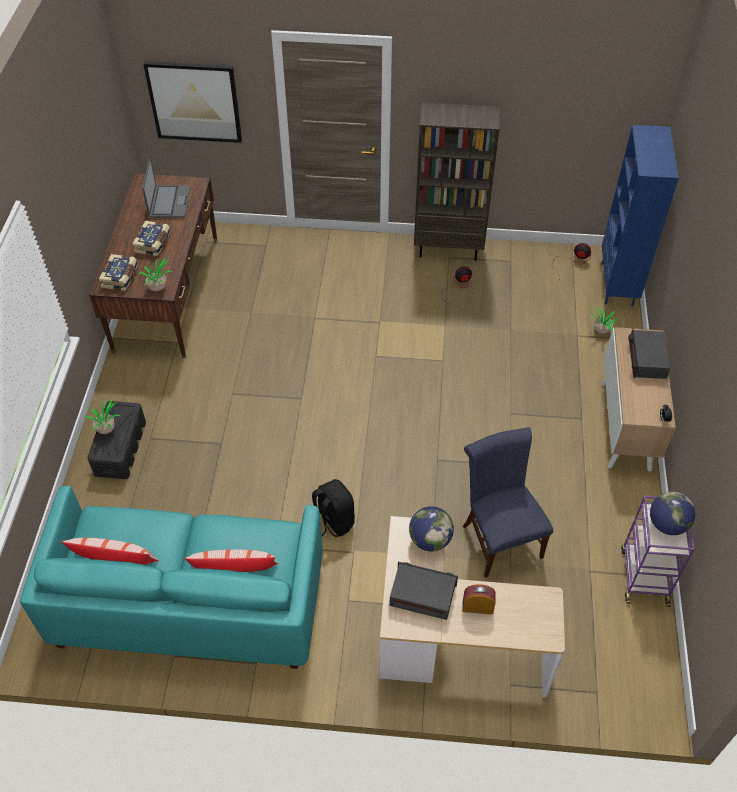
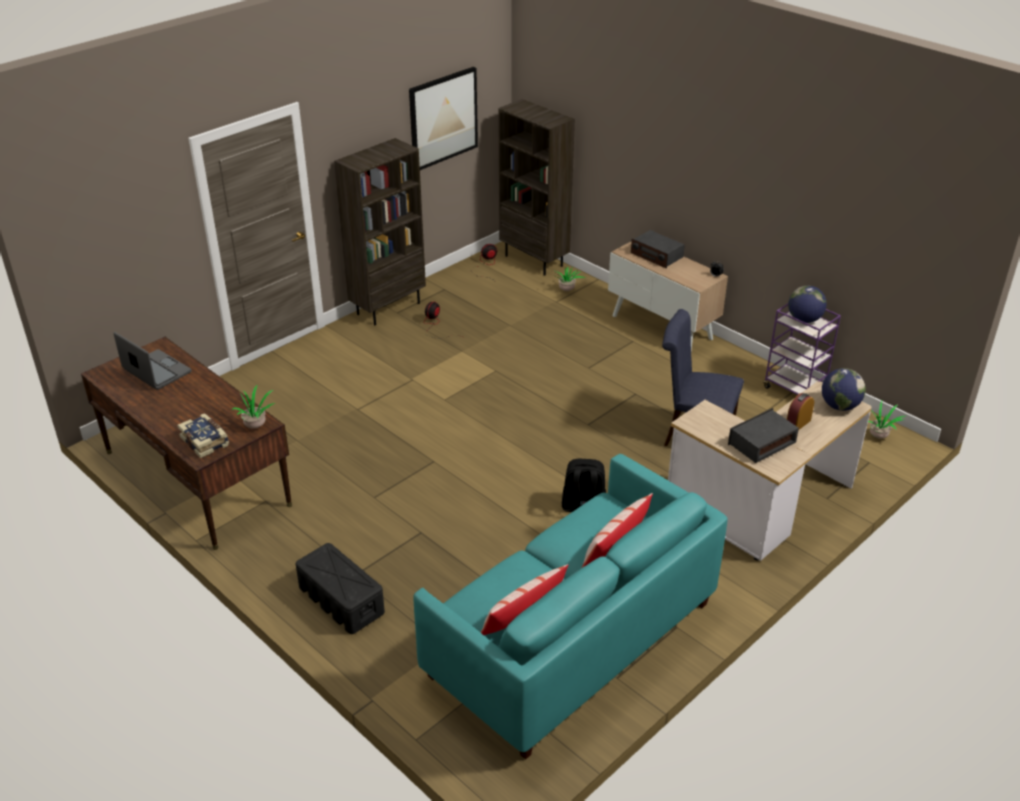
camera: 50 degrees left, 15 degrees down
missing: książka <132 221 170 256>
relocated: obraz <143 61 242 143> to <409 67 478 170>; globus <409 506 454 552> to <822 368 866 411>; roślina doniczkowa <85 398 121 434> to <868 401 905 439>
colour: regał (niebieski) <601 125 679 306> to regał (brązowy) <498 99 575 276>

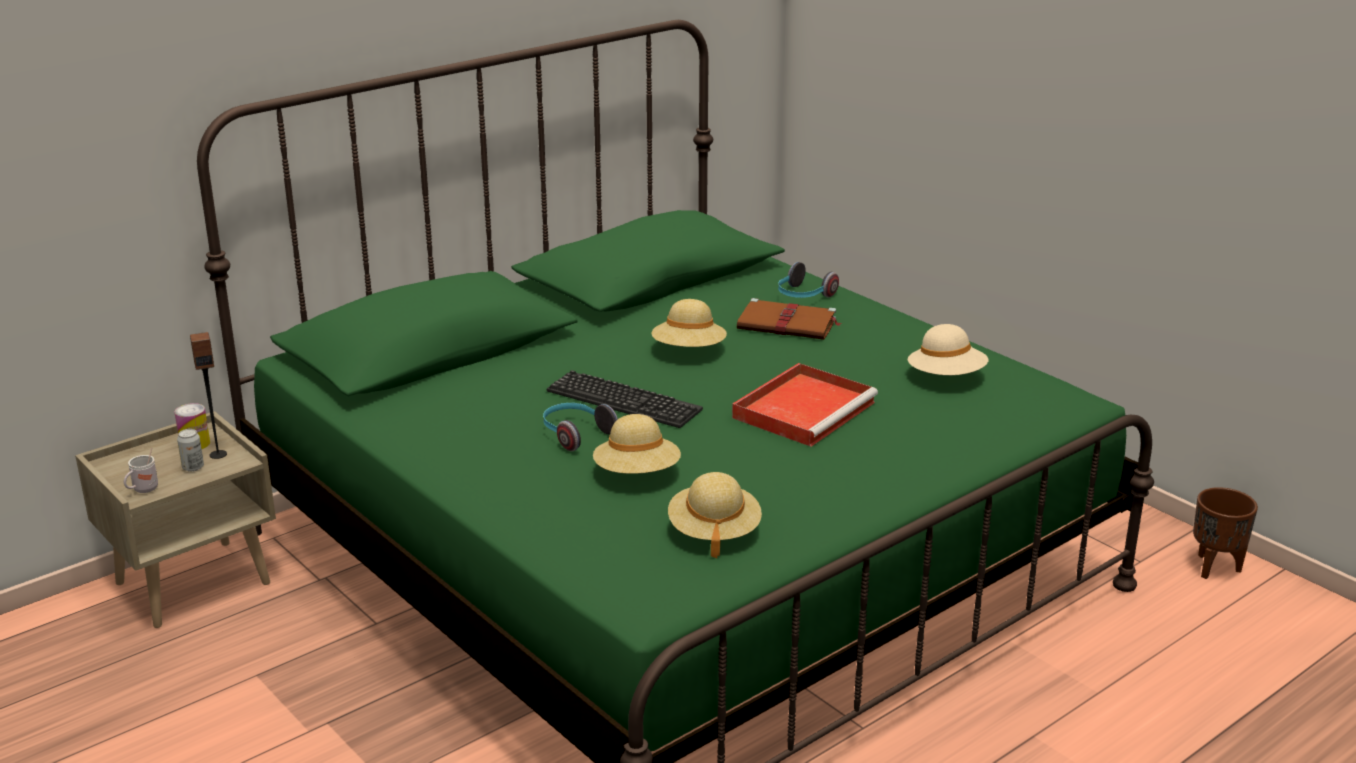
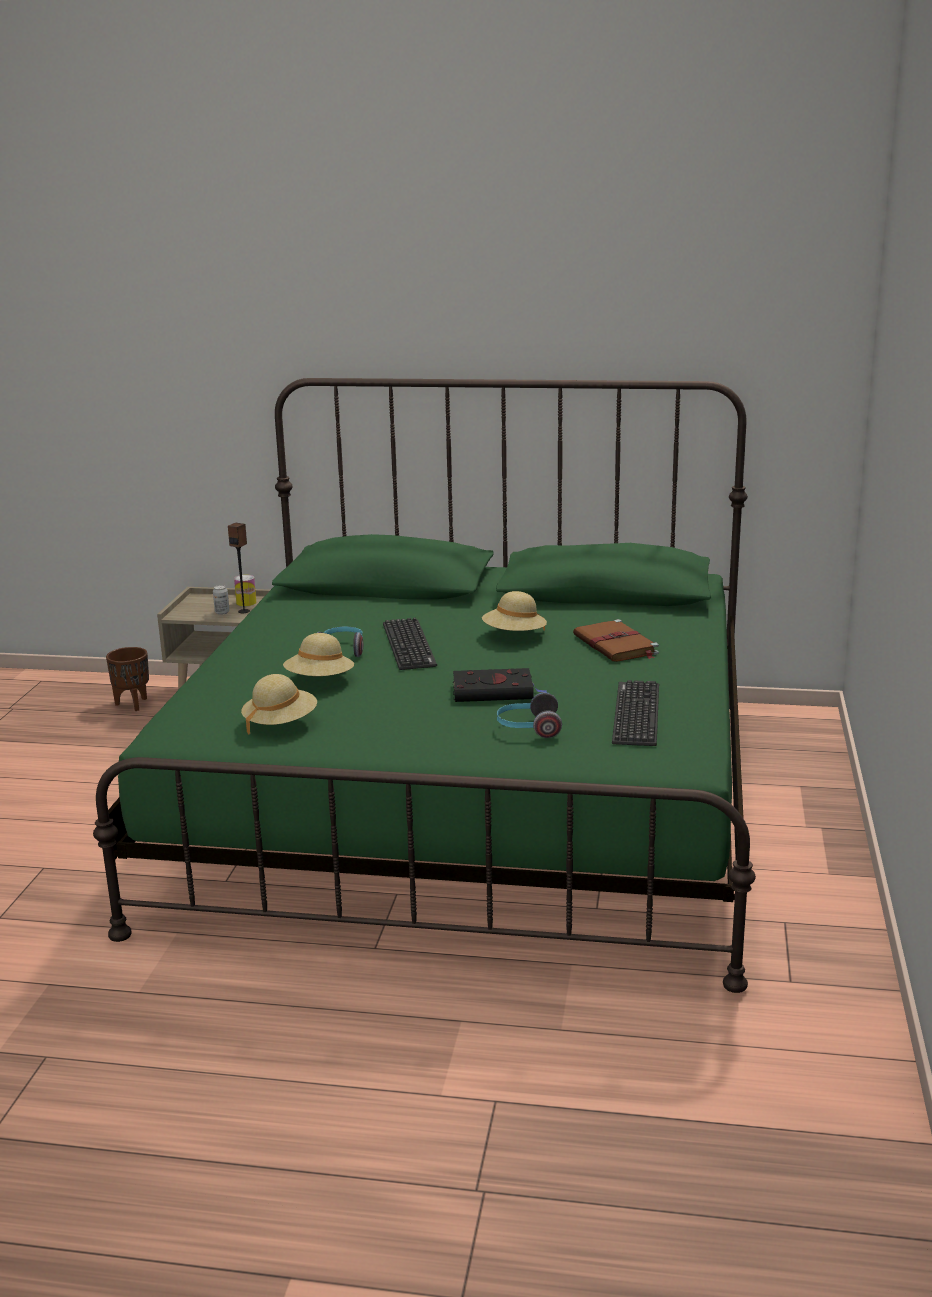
camera: 50 degrees right, 5 degrees down
missing: kubek (biały) <124 448 158 493>
relocated: donica (brązowy) <1193 487 1258 579> to <106 647 149 711>; słuchawki <778 262 839 298> to <497 693 562 738>
exchanged: taca (czerwony) <732 363 878 447> to książka (czarny) <453 668 548 702>; kapelusz (beżowy) <908 324 988 375> to klawiatura <612 680 659 746>

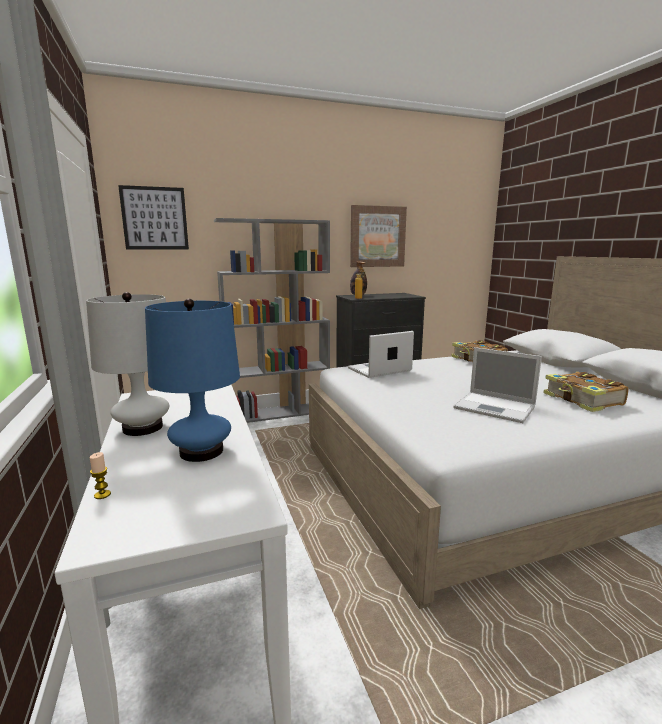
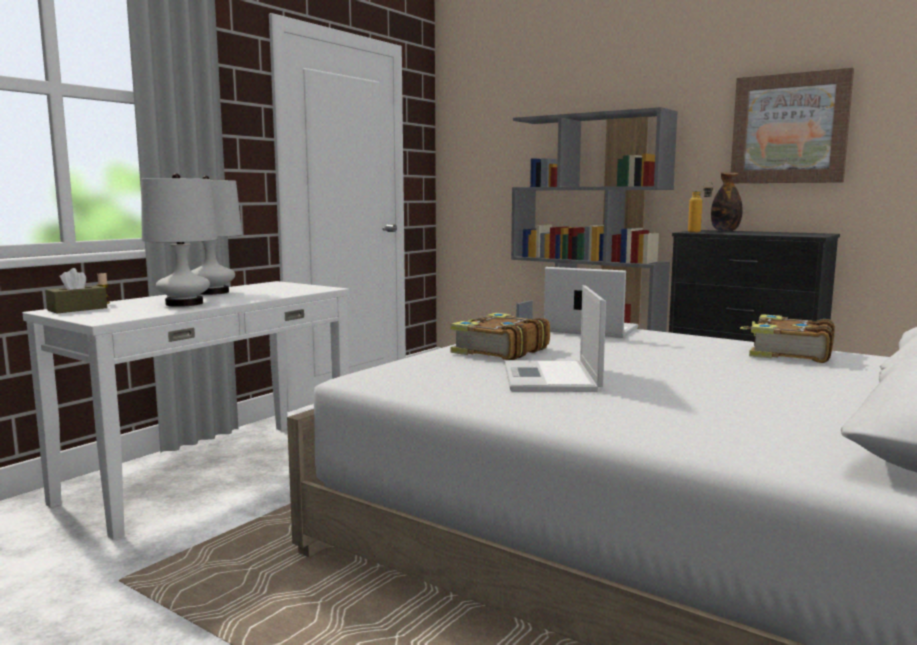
camera: 55 degrees right, 5 degrees down
missing: obraz <118 185 189 250>
appeared: pudełko chusteczek (brązowy) <45 268 107 313>
relocated: książka <543 372 629 412> to <451 313 550 360>
colour: lampa stołowa (niebieski) <145 299 240 462> to lampa stołowa (biały) <141 173 217 307>

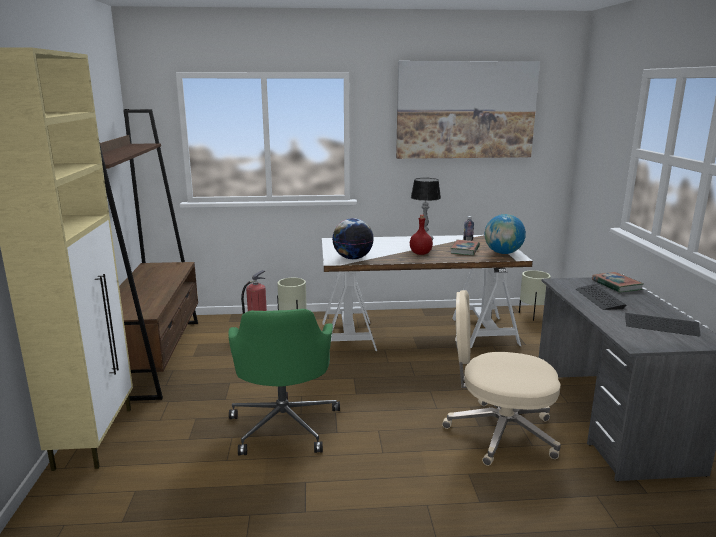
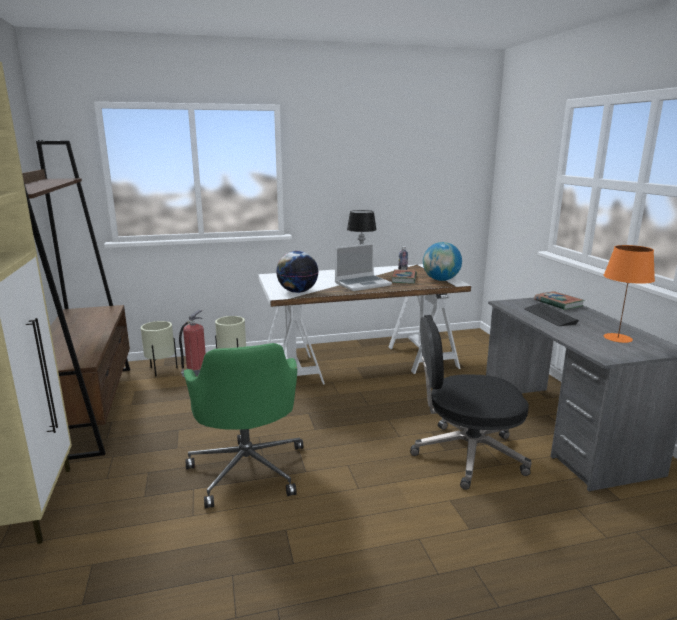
camera: 10 degrees left, 0 degrees up
missing: obraz <396 61 540 159>
relocated: donica (beżowy) <519 270 551 321> to <141 321 178 377>
exchanged: butelka (czerwony) <410 215 433 255> to laptop <335 243 392 291>; klawiatura <625 313 700 336> to lampa stołowa (pomarańczowy) <604 245 655 343>
colour: krzesło biurowe (beżowy) <442 290 561 466> to krzesło biurowe (czarny) <410 315 532 490>

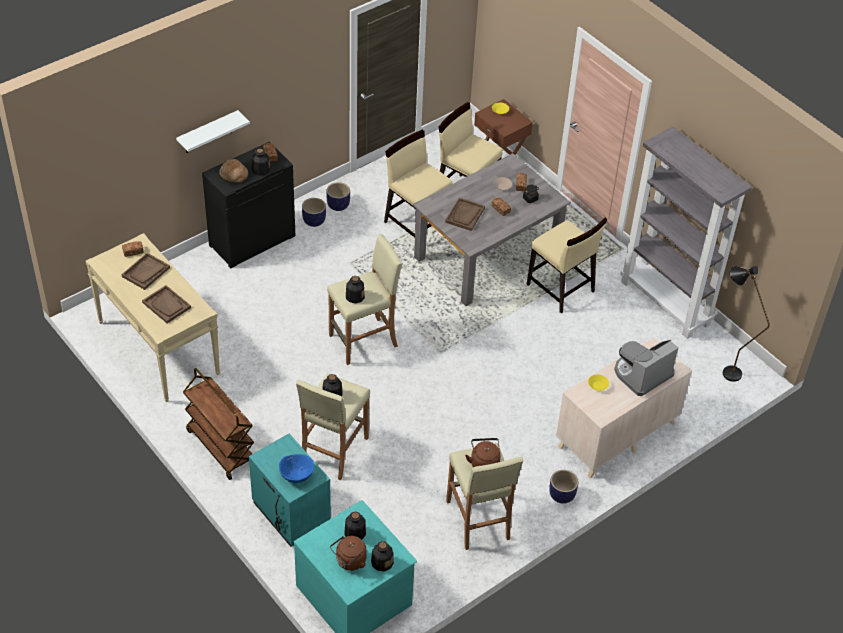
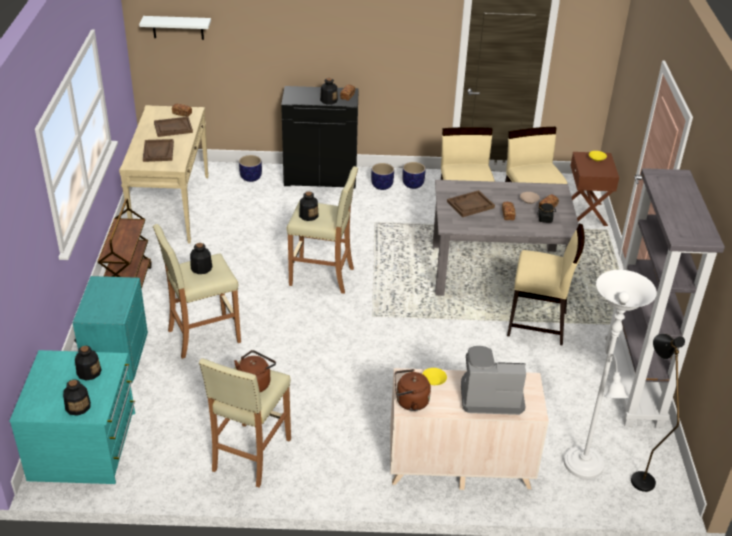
camera: 40 degrees right, 10 degrees down
missing: chleb <219 159 248 183>; miska (niebieski) <279 454 314 483>
appeared: lampa stojąca (biały) <564 270 657 479>
relocated: półka (biały) <176 110 250 153> to <139 16 211 40>; donica <549 470 578 503> to <239 155 262 182>; czajnik (brązowy) <330 536 367 571> to <395 369 431 411>
spun: krzesło (beżowy) <527 218 607 313> = <507 223 585 346> 75 degrees counterclockwise

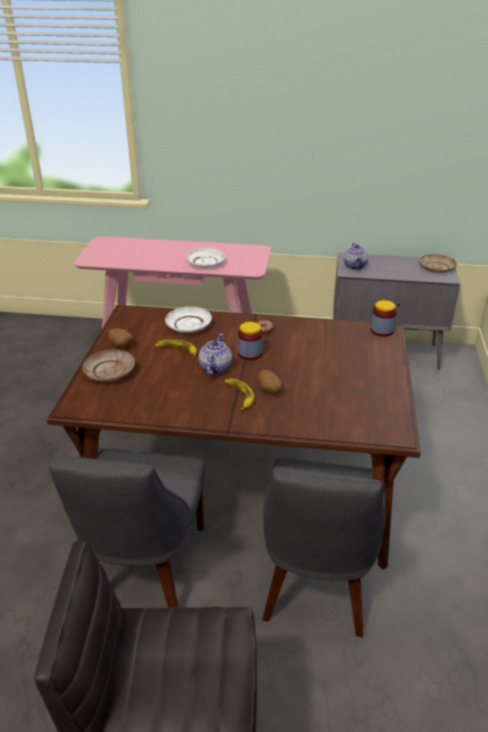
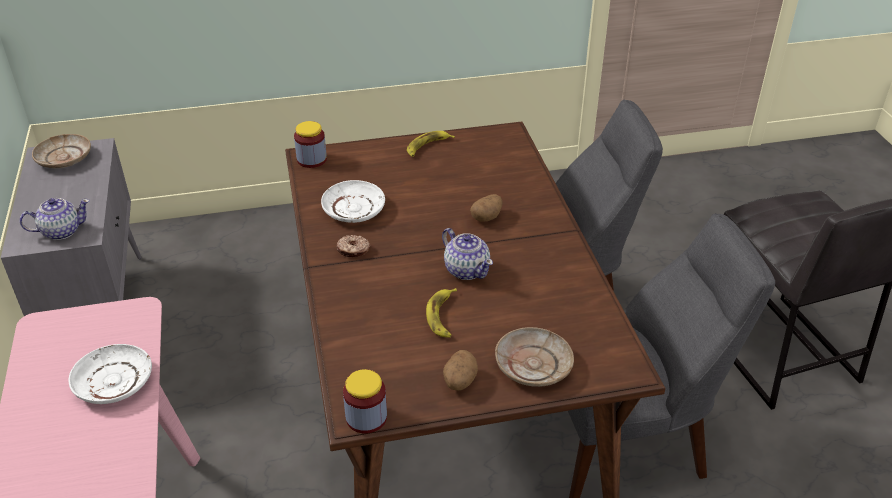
camera: 110 degrees left, 5 degrees up
relocated: talerz (biały) <165 307 212 333> to <321 180 385 223>; słoik <238 322 263 360> to <343 369 387 433>; banan <225 379 255 410> to <407 131 455 157>
spun: imbryk <198 334 232 375> = <442 228 493 280> 120 degrees counterclockwise

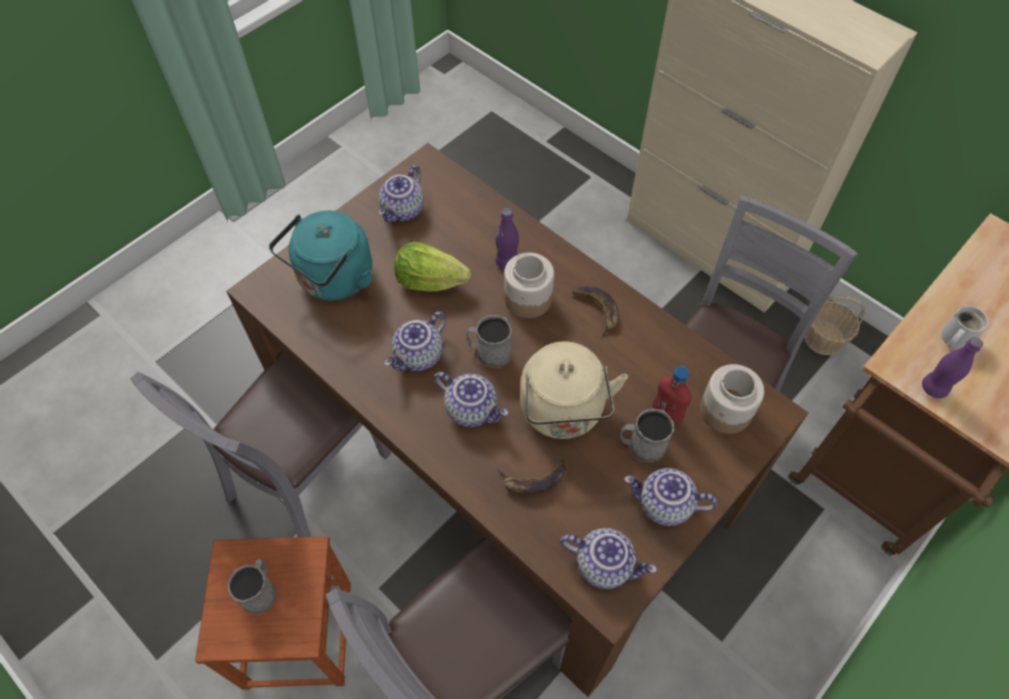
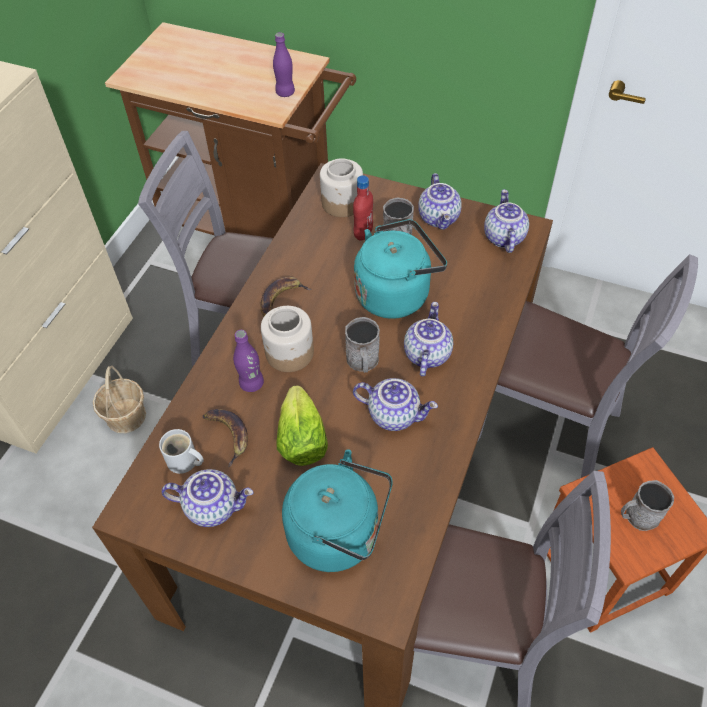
camera: 110 degrees left, 5 degrees down
relocated: koszyk <804 296 865 355> to <93 366 146 433>; kubek (biały) <941 306 989 349> to <159 429 204 474>; banan <497 460 568 494> to <203 409 248 467>
colour: czajnik (beżowy) <520 341 628 439> to czajnik (turkusowy) <354 219 447 319>

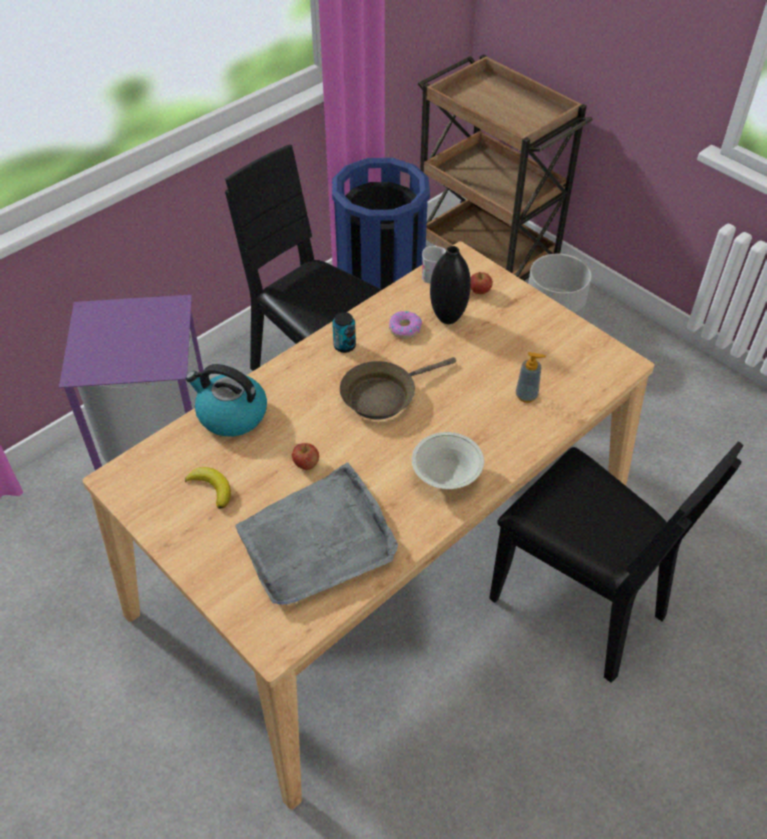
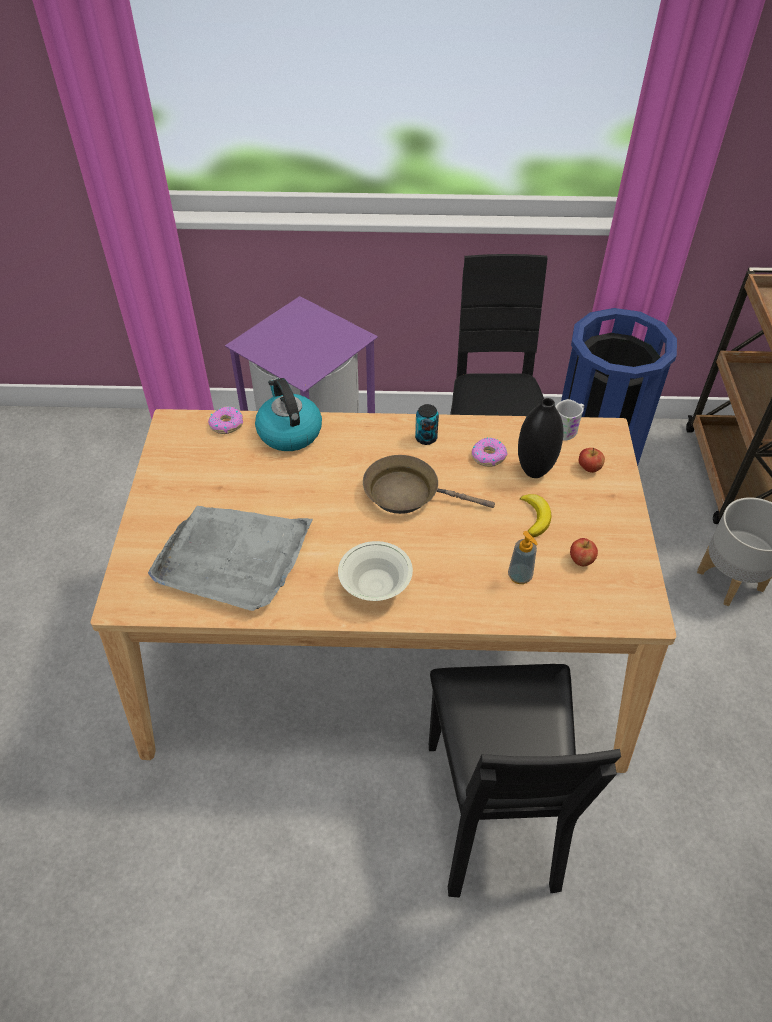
camera: 45 degrees right, 0 degrees up
appeared: donut <208 406 243 434>
relocated: banan <185 467 231 509> to <520 494 551 538>; jabłko <292 443 319 470> to <570 538 598 566>

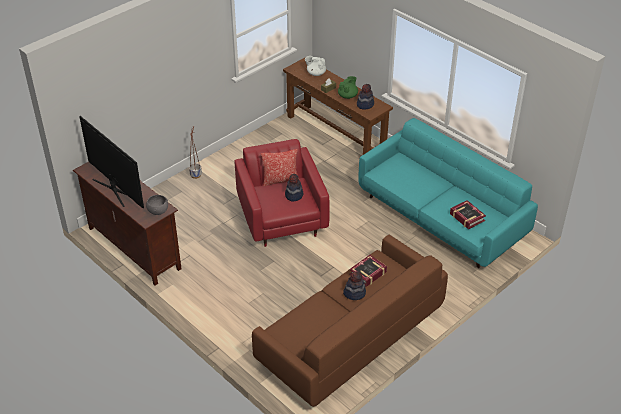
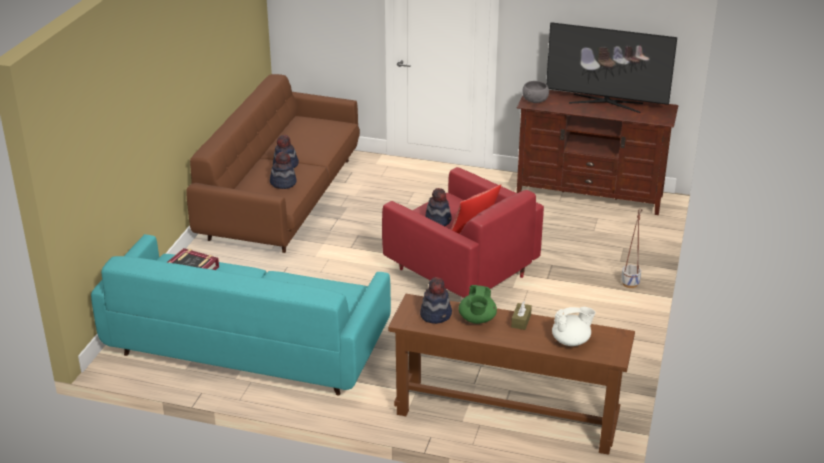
camera: 150 degrees right, 10 degrees down
exchanged: książka <349 255 387 287> to kapelusz <270 152 297 189>

